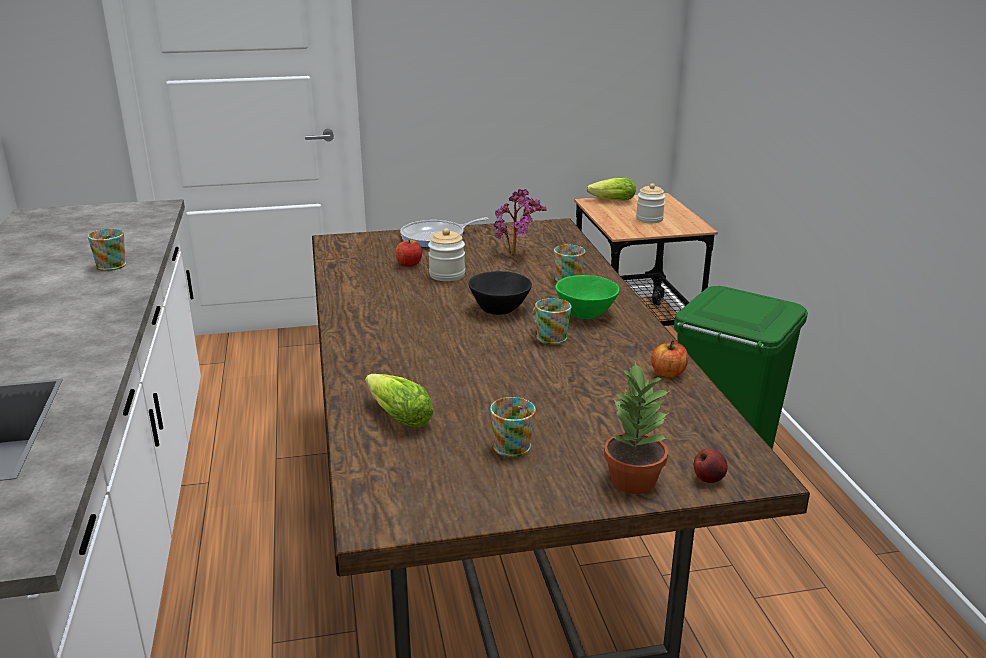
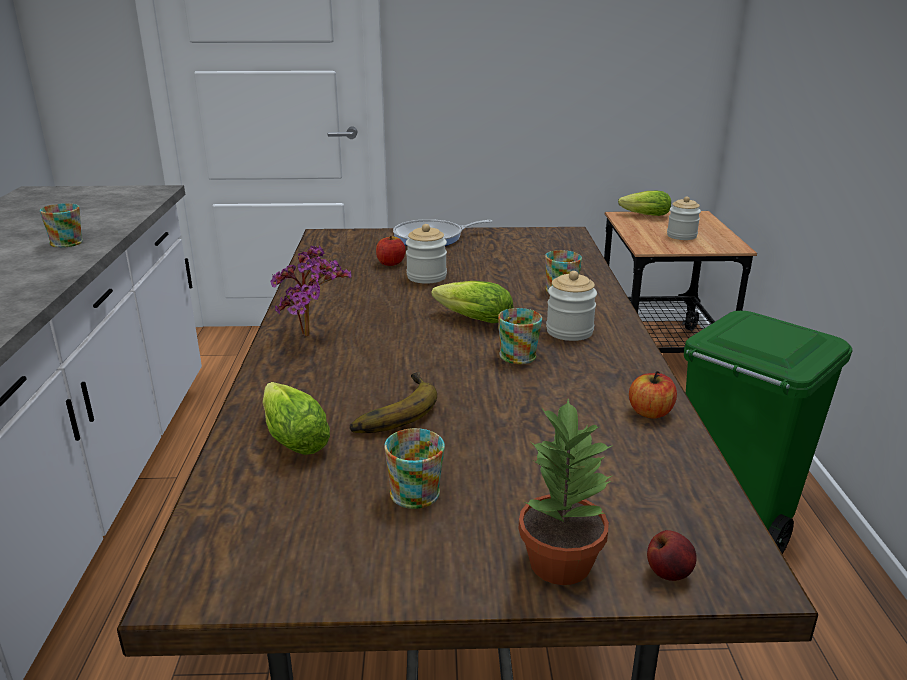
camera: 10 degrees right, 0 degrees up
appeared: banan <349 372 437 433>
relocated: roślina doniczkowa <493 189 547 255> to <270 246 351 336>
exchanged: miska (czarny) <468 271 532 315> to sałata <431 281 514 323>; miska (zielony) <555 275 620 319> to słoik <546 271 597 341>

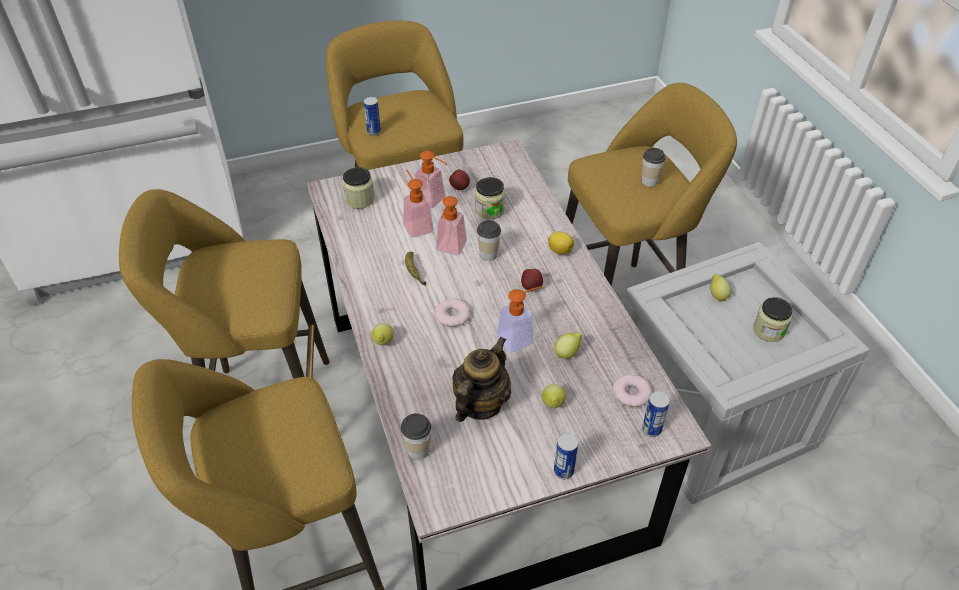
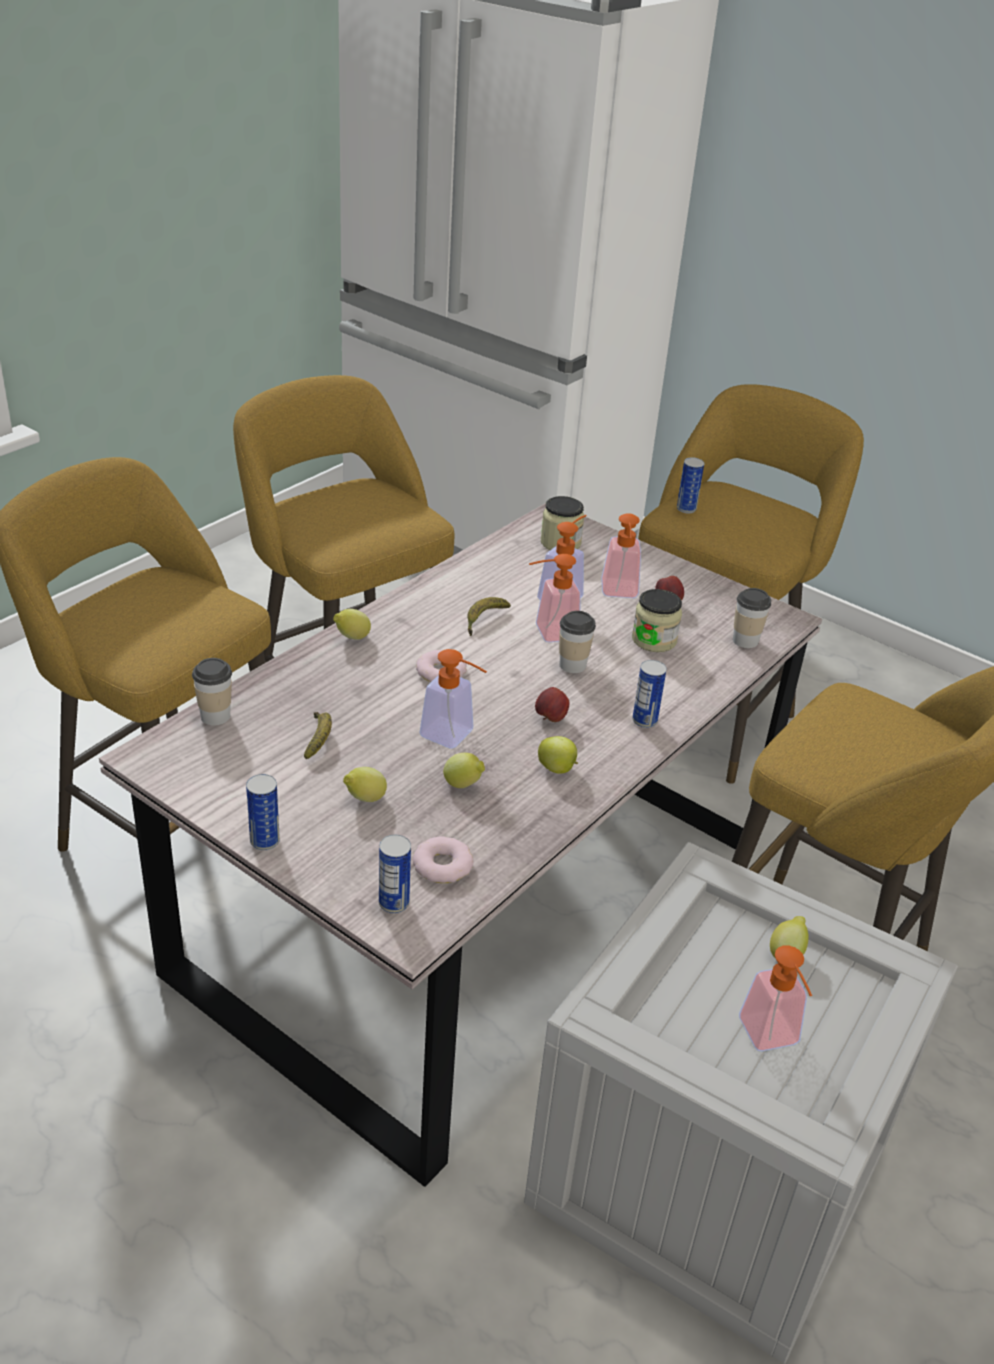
camera: 55 degrees right, 10 degrees down
appeared: jabłko <538 736 578 774>
relocated: filiżanka <642 148 666 187> to <733 588 771 648>
exchanged: imbryk <452 337 511 422> to banan <304 712 332 759>; cytryna <548 231 574 255> to puszka <632 660 667 728>; słoik <753 297 792 342> to dozownik mydła <739 946 812 1051>

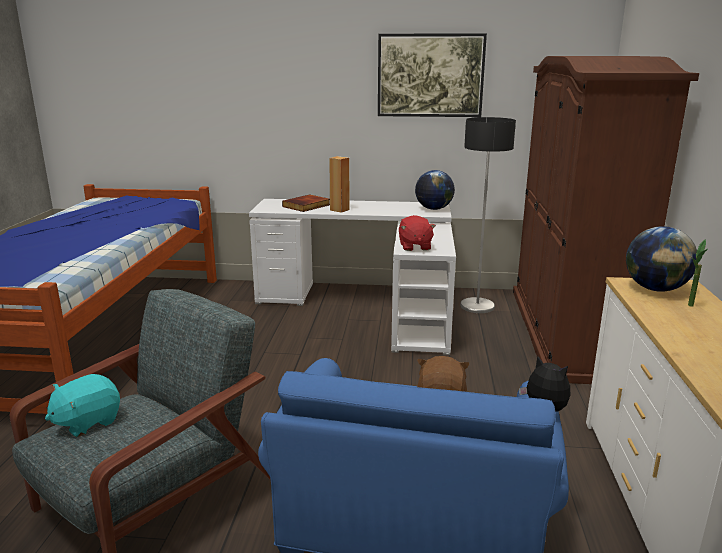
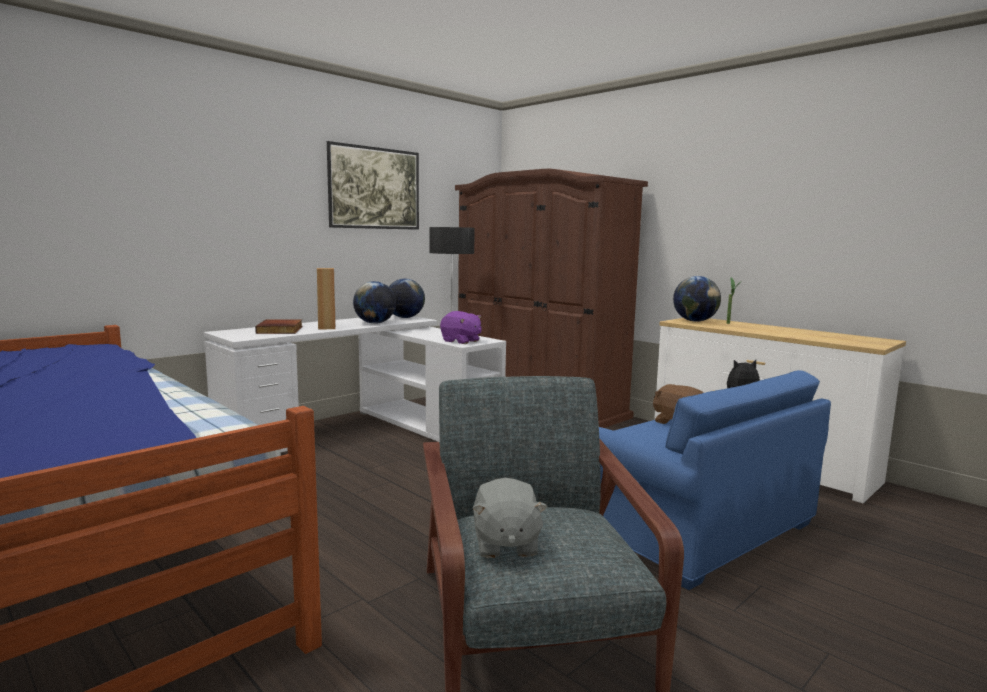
camera: 50 degrees left, 10 degrees down
appeared: globus <353 281 396 324>
colour: pluszak (czerwony) <399 215 436 251> to pluszak (fioletowy) <440 311 482 344>; pluszak (turkusowy) <45 374 120 437> to pluszak (szary) <472 478 547 558>

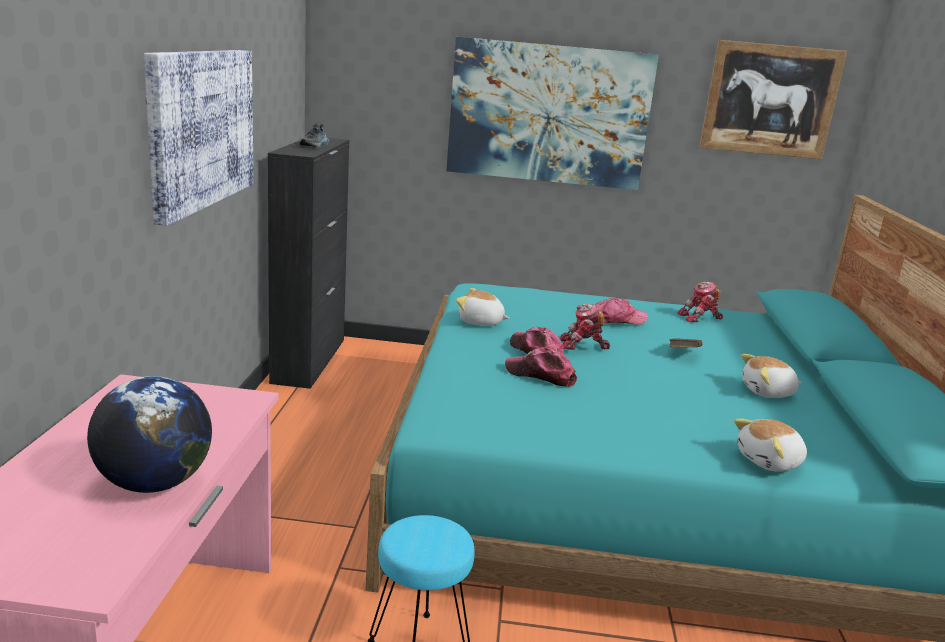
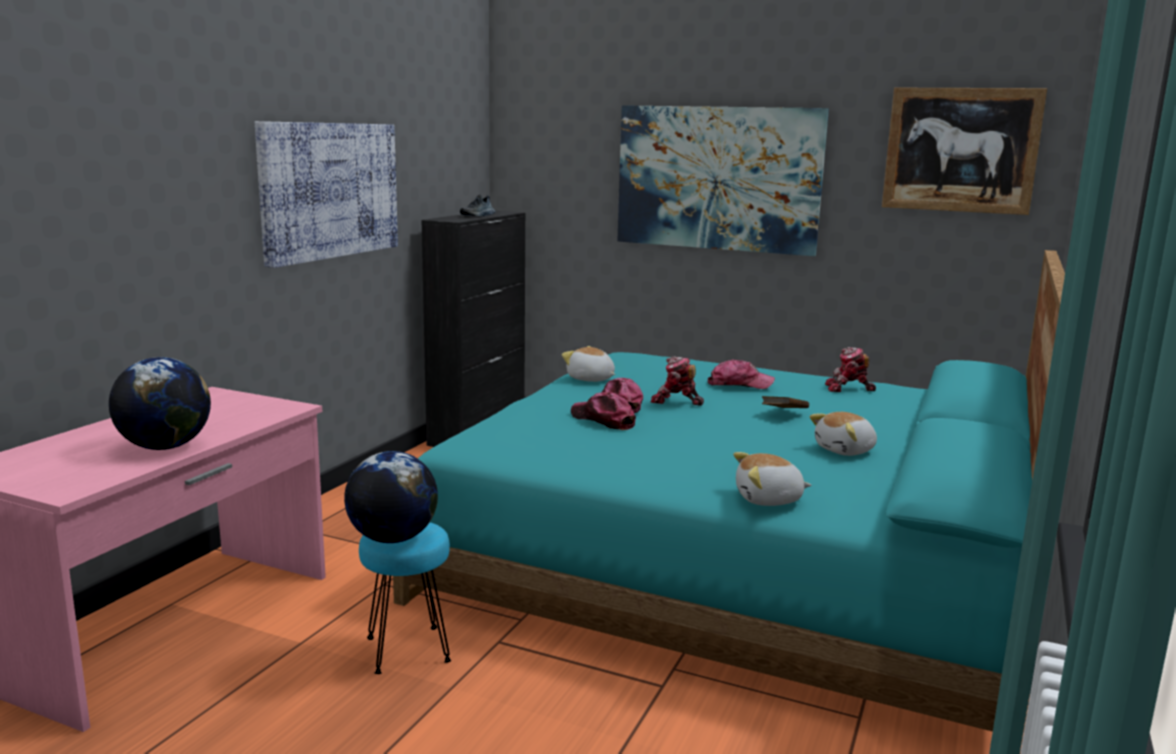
camera: 20 degrees right, 5 degrees down
appeared: globus <344 451 438 543>
spun: pluszak <741 354 802 398> = <809 412 877 456> 45 degrees counterclockwise

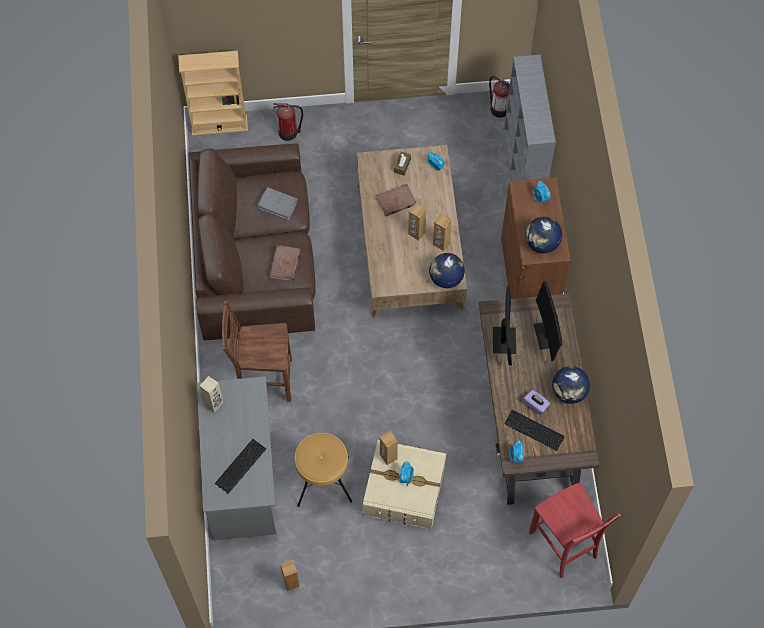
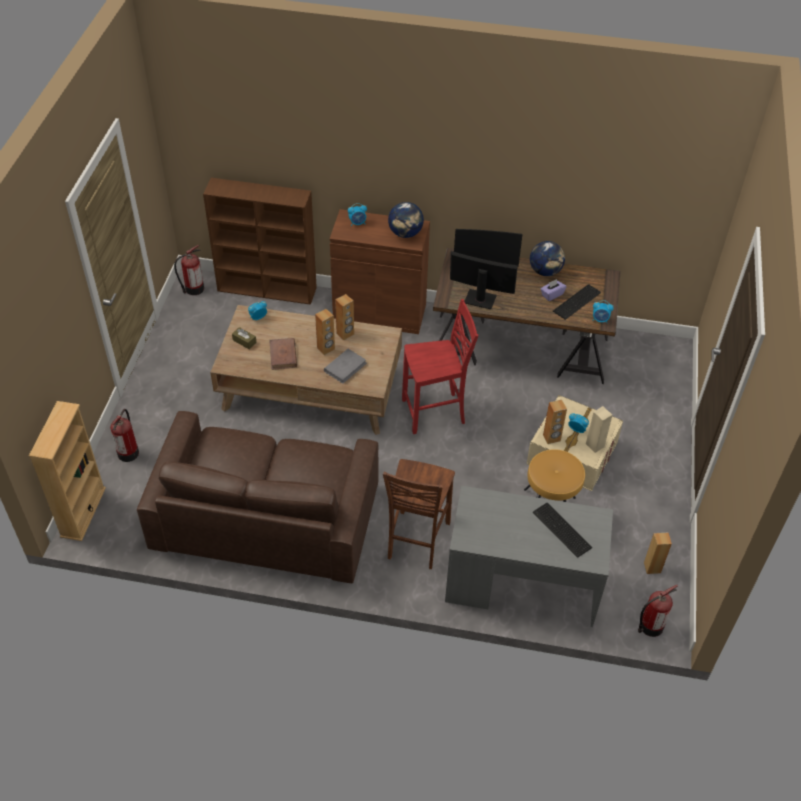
camera: 75 degrees left, 15 degrees down
missing: książka (brązowy) <270 245 301 281>; globus <429 253 465 288>
appeared: gaśnica <638 585 678 637>
relocated: książka (szary) <257 187 298 220> to <324 349 367 384>; krzesło (czerwony) <529 482 621 578> to <402 299 478 434>; głośnik (beżowy) <200 376 223 413> to <586 406 612 453>
colour: regał (szary) <504 55 556 181> to regał (brązowy) <203 178 317 305>

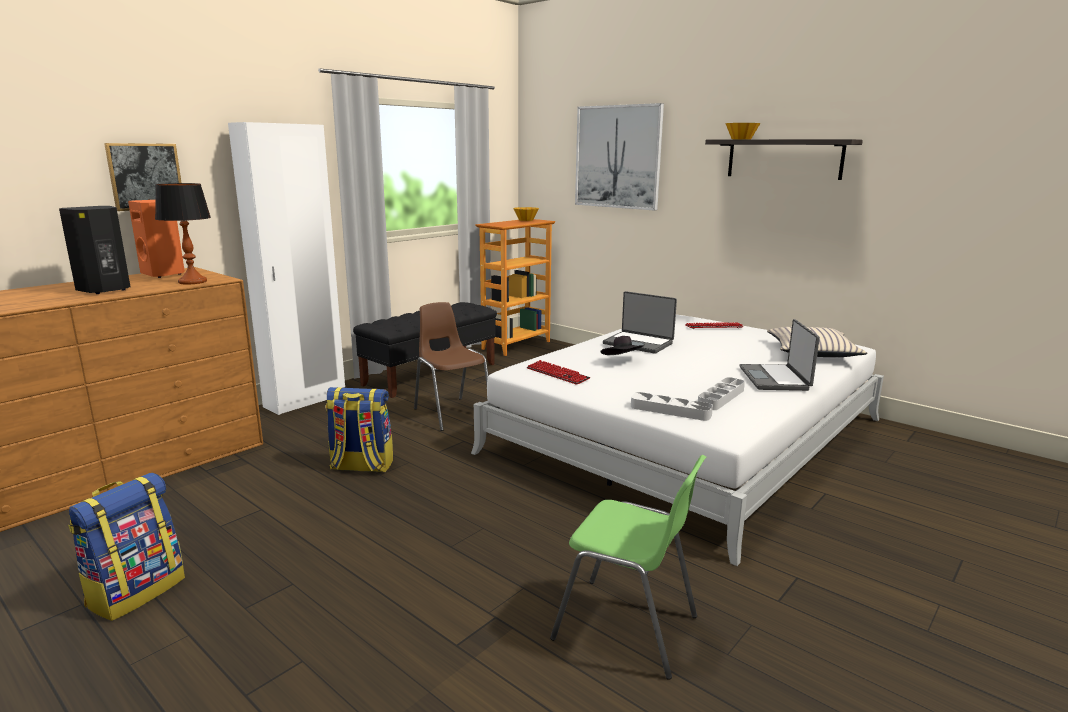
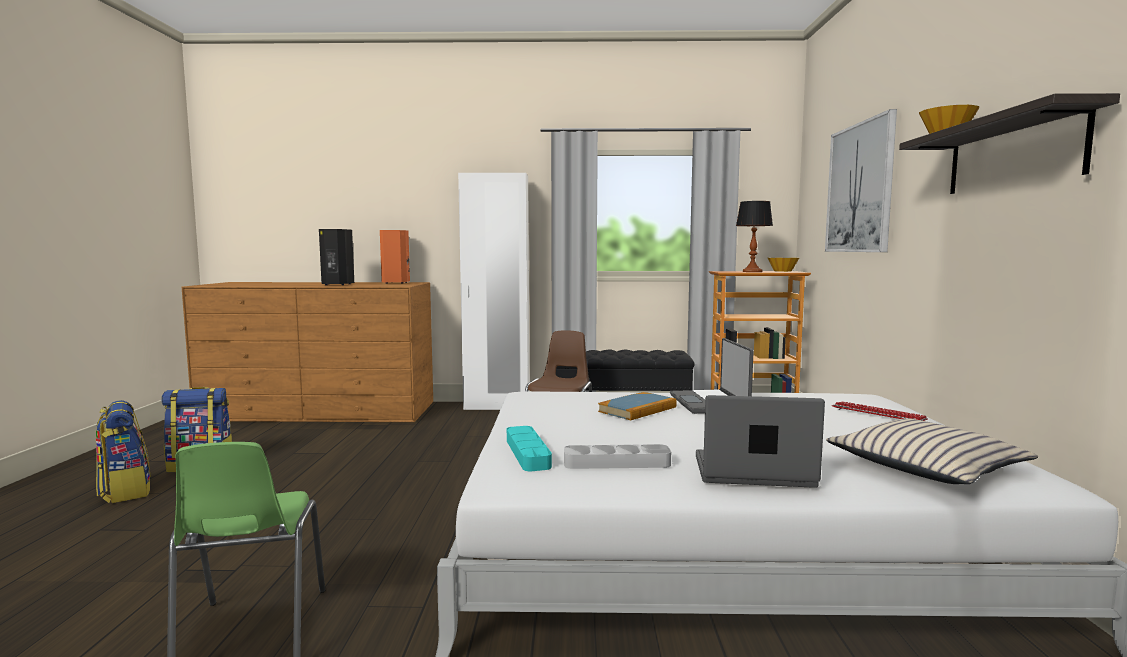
camera: 50 degrees right, 10 degrees down
missing: obraz <104 143 181 211>; klawiatura <527 360 591 385>
relocated: plecak <325 387 393 473> to <96 400 151 503>; lampa stołowa <155 183 211 285> to <736 201 773 272>
exchanged: kapelusz (czarny) <600 336 644 355> to książka <598 392 677 421>
colour: taca (szary) <631 392 713 421> to taca (turkusowy) <507 426 552 471>
spun: laptop <740 319 820 391> = <696 395 825 488> 45 degrees clockwise

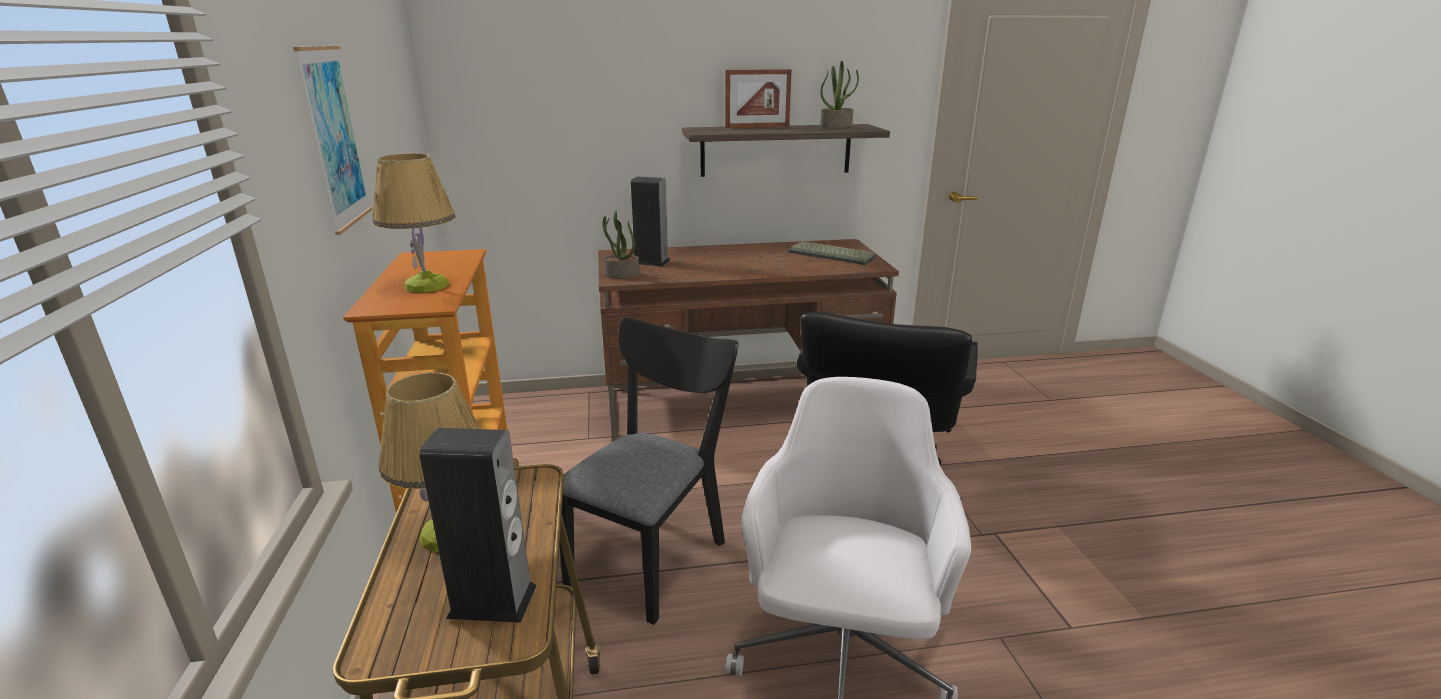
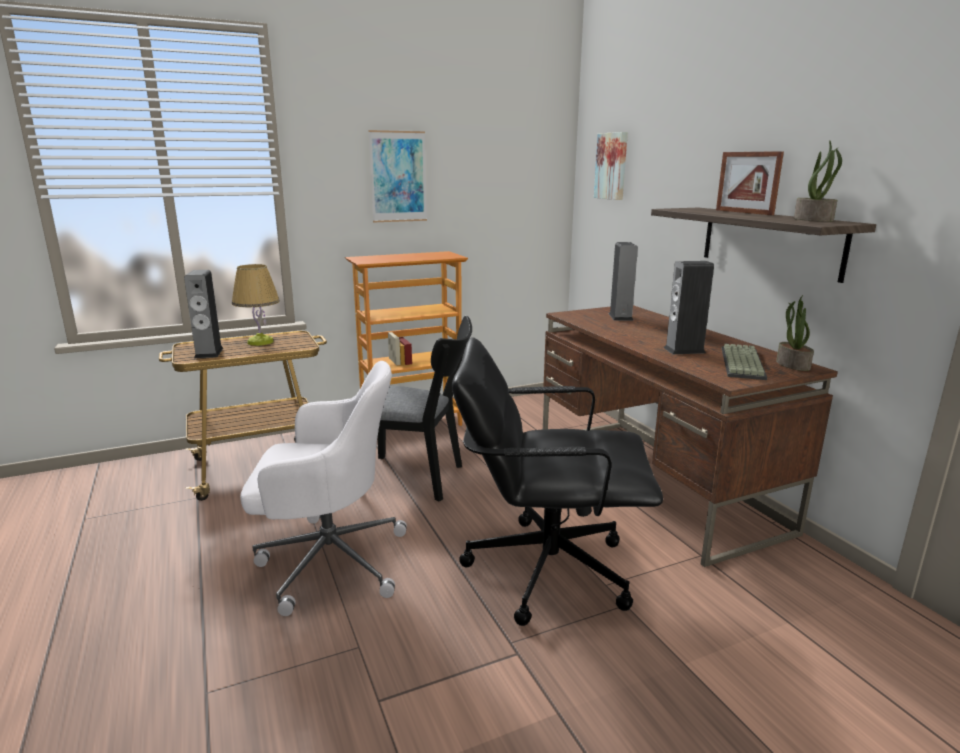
camera: 75 degrees right, 5 degrees down
missing: lampa stołowa <373 153 456 293>
appeared: obraz <594 132 628 200>; głośnik <663 261 714 354>
relocated: roślina doniczkowa <603 210 640 278> to <776 295 814 371>

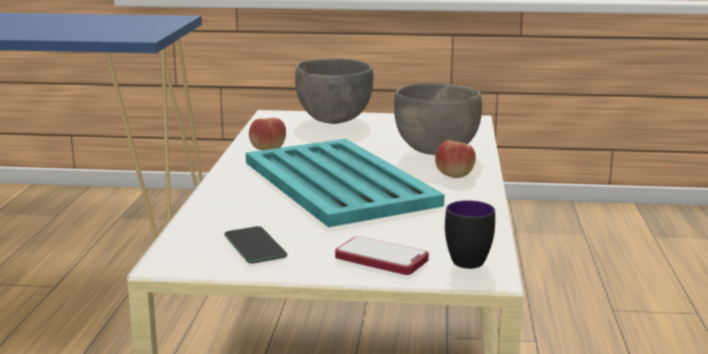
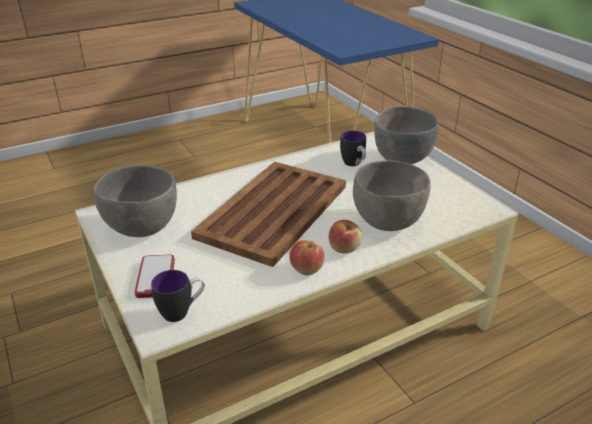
camera: 55 degrees right, 15 degrees up
appeared: kubek <340 131 366 166>
relocated: jabłko <249 118 286 150> to <289 240 325 275>
exchanged: telefon <225 226 287 264> to miska (szary) <93 165 177 237>
colour: taca (turkusowy) <246 139 445 227> to taca (brązowy) <191 162 346 267>

